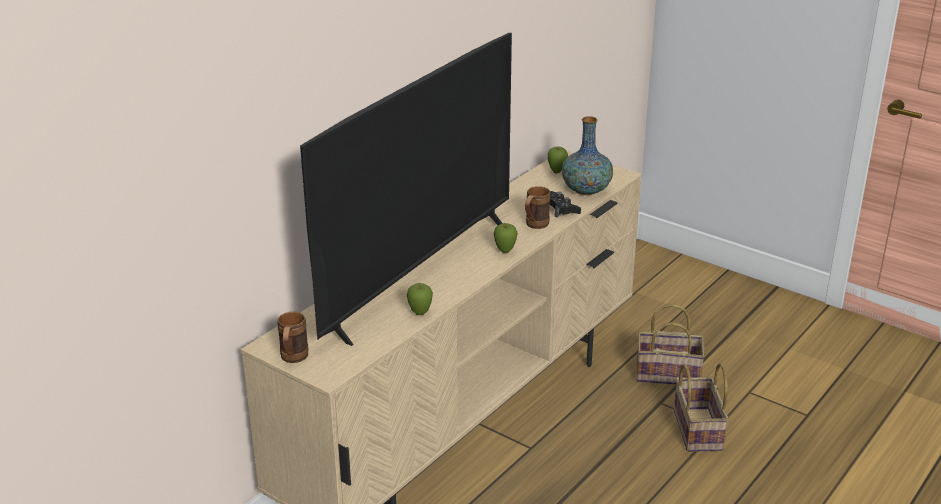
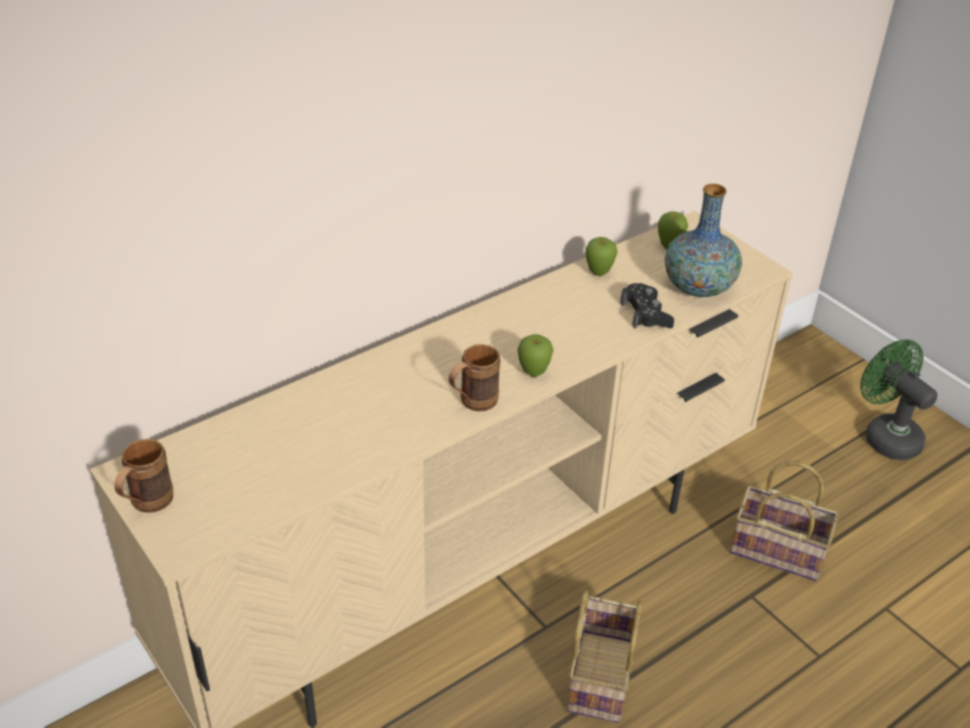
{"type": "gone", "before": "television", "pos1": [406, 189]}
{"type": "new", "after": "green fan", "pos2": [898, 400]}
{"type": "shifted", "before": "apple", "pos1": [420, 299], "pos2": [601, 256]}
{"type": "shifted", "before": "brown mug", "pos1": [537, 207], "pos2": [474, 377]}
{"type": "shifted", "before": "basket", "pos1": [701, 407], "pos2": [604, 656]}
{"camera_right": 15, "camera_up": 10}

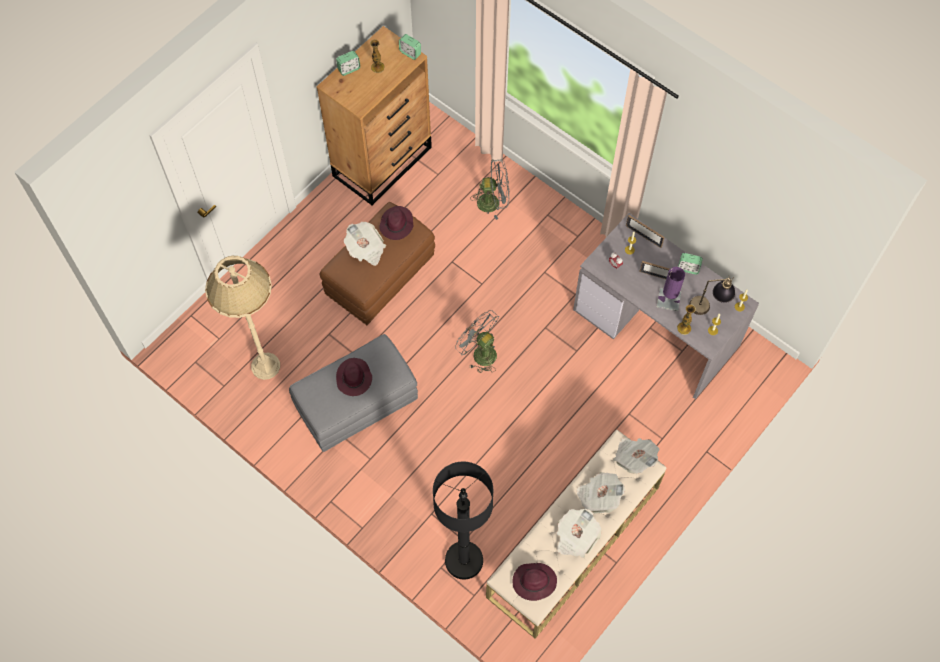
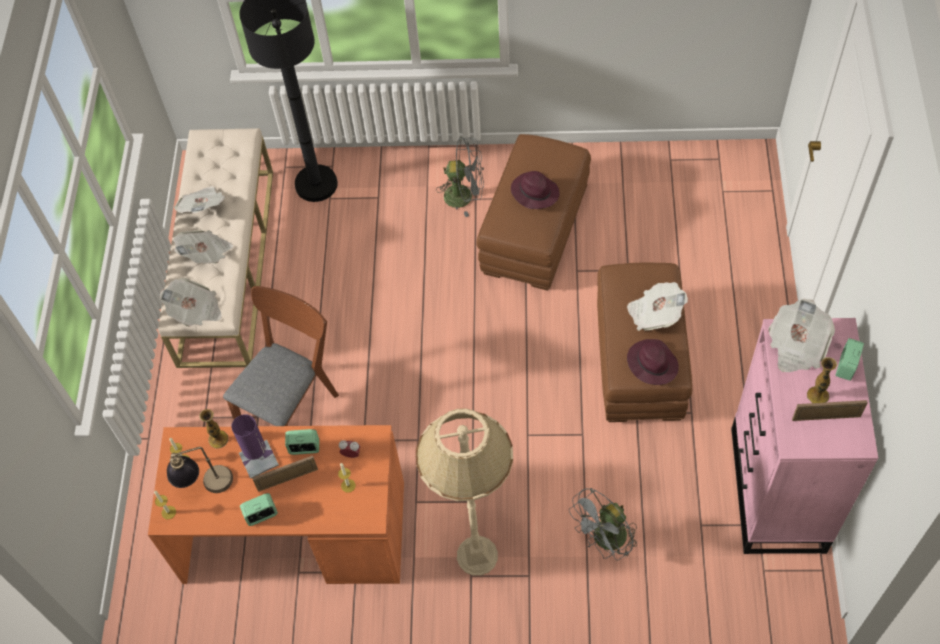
{"type": "gone", "before": "purple hat", "pos1": [535, 582]}
{"type": "new", "after": "brown chair", "pos2": [281, 356]}
{"type": "new", "after": "newspaper", "pos2": [801, 335]}
{"type": "shifted", "before": "beige floor lamp", "pos1": [242, 318], "pos2": [464, 492]}
{"type": "shifted", "before": "alarm clock", "pos1": [410, 47], "pos2": [302, 442]}
{"type": "shifted", "before": "grey fan", "pos1": [477, 341], "pos2": [460, 177]}
{"type": "shifted", "before": "picture frame", "pos1": [645, 231], "pos2": [830, 410]}
{"type": "repainted", "before": "grey ottoman", "after": "brown ottoman", "pos1": [353, 393], "pos2": [533, 212]}
{"type": "repainted", "before": "brown dresser", "after": "pink dresser", "pos1": [374, 115], "pos2": [804, 436]}
{"type": "repainted", "before": "grey desk", "after": "orange desk", "pos1": [666, 306], "pos2": [276, 504]}
{"camera_right": 145, "camera_up": -5}

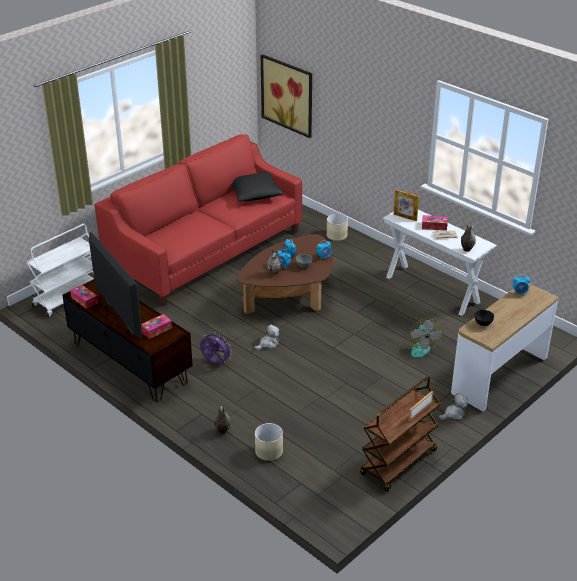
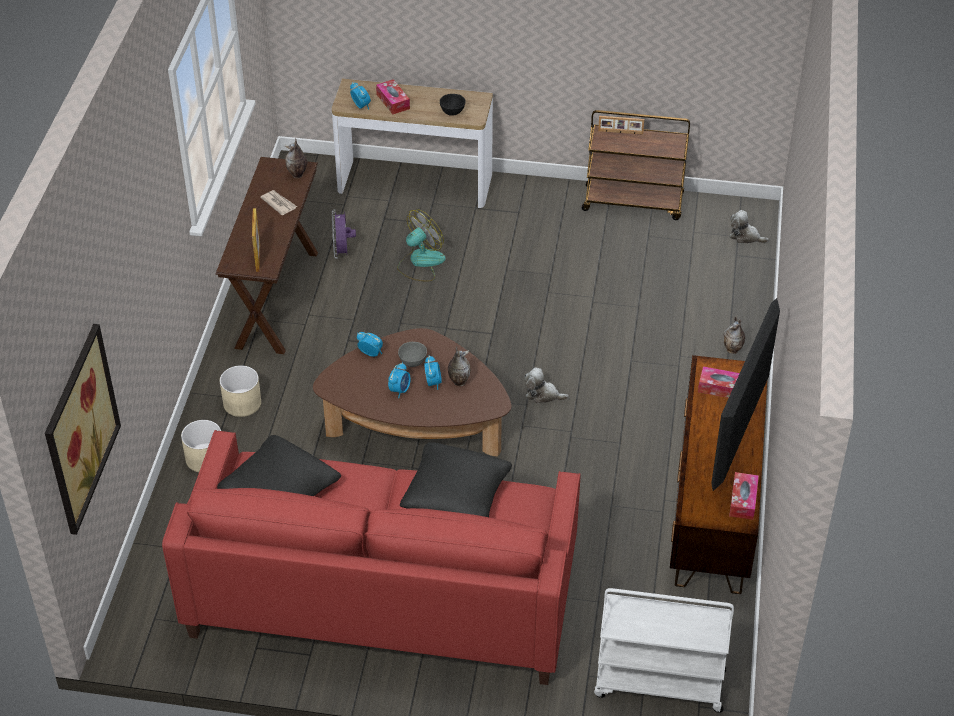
{"type": "new", "after": "black pillow", "pos2": [456, 479]}
{"type": "shifted", "before": "purple fan", "pos1": [216, 348], "pos2": [344, 234]}
{"type": "shifted", "before": "beige planter", "pos1": [269, 442], "pos2": [240, 391]}
{"type": "shifted", "before": "tissue box", "pos1": [435, 223], "pos2": [393, 96]}
{"type": "shifted", "before": "plush toy", "pos1": [453, 406], "pos2": [749, 226]}
{"type": "repainted", "before": "white console table", "after": "brown console table", "pos1": [439, 263], "pos2": [267, 255]}
{"camera_right": -125, "camera_up": 10}

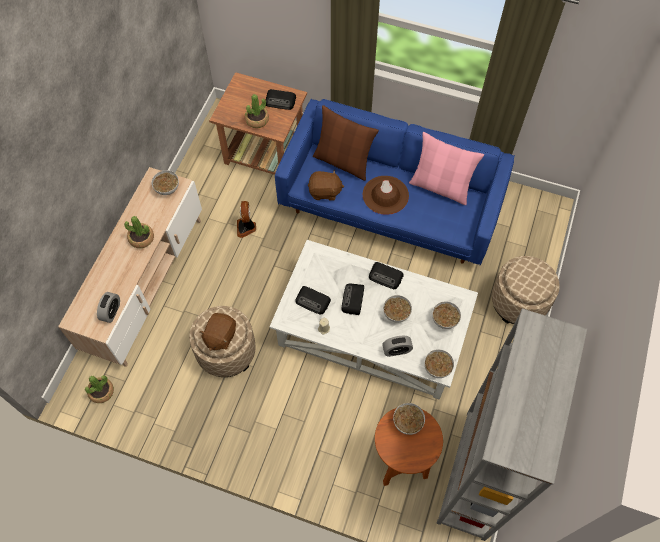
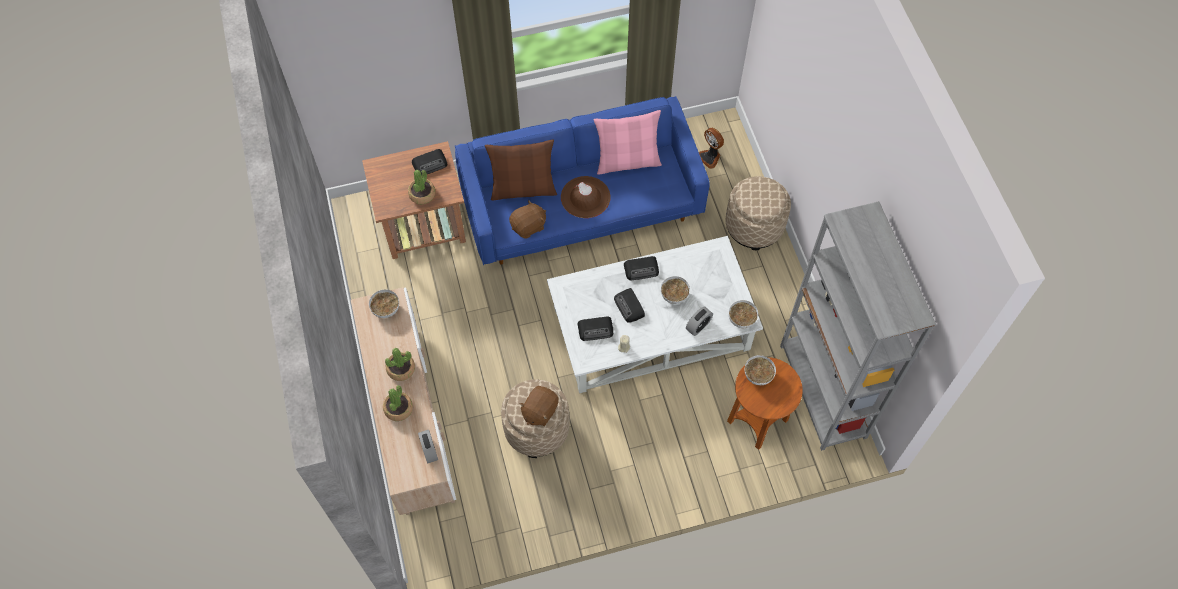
{"type": "gone", "before": "bowl", "pos1": [446, 315]}
{"type": "shifted", "before": "potted plant", "pos1": [99, 389], "pos2": [398, 403]}
{"type": "shifted", "before": "fan", "pos1": [246, 219], "pos2": [711, 148]}
{"type": "rotated", "before": "brown plush toy", "pos1": [218, 332], "pos2": [539, 406], "turn": 45}
{"camera_right": -35, "camera_up": 0}

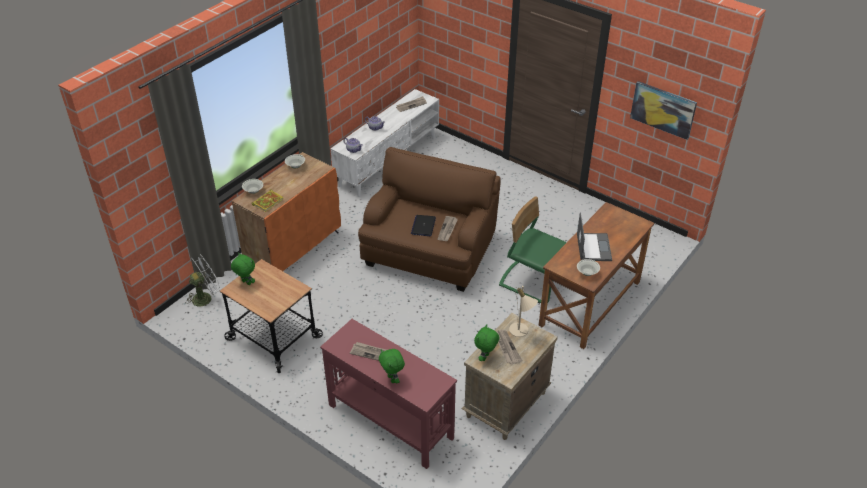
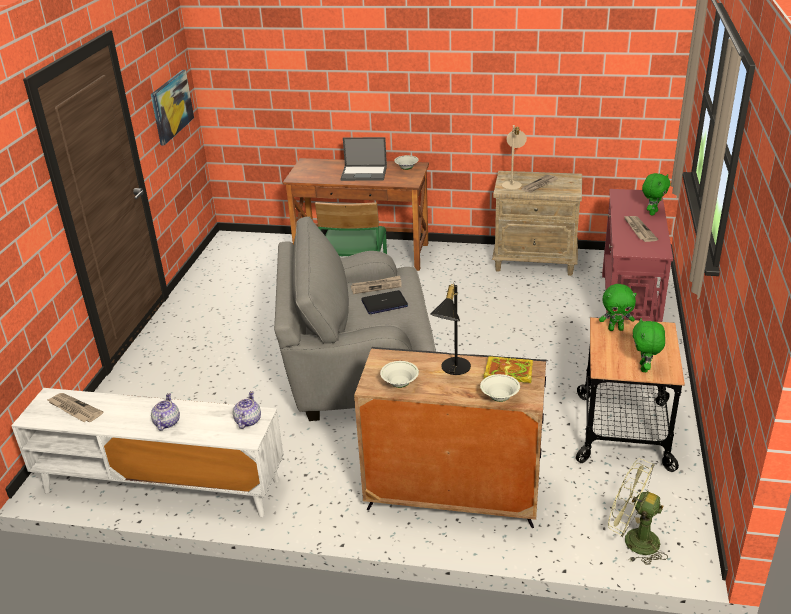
{"type": "new", "after": "black table lamp", "pos2": [451, 329]}
{"type": "shifted", "before": "green plush toy", "pos1": [486, 342], "pos2": [618, 307]}
{"type": "repainted", "before": "white fan", "after": "green fan", "pos1": [202, 282], "pos2": [638, 511]}
{"type": "repainted", "before": "orange cabinet", "after": "black cabinet", "pos1": [286, 211], "pos2": [450, 437]}
{"type": "repainted", "before": "brown armchair", "after": "grey armchair", "pos1": [429, 219], "pos2": [355, 319]}
{"type": "rotated", "before": "laptop", "pos1": [594, 236], "pos2": [364, 159], "turn": -150}
{"camera_right": -115, "camera_up": -10}

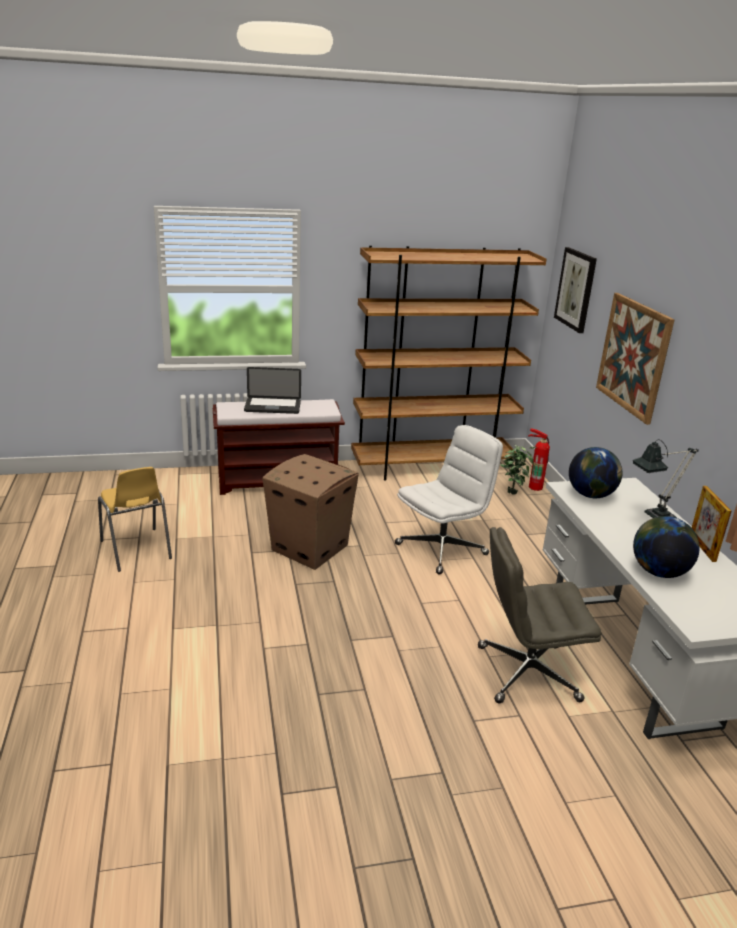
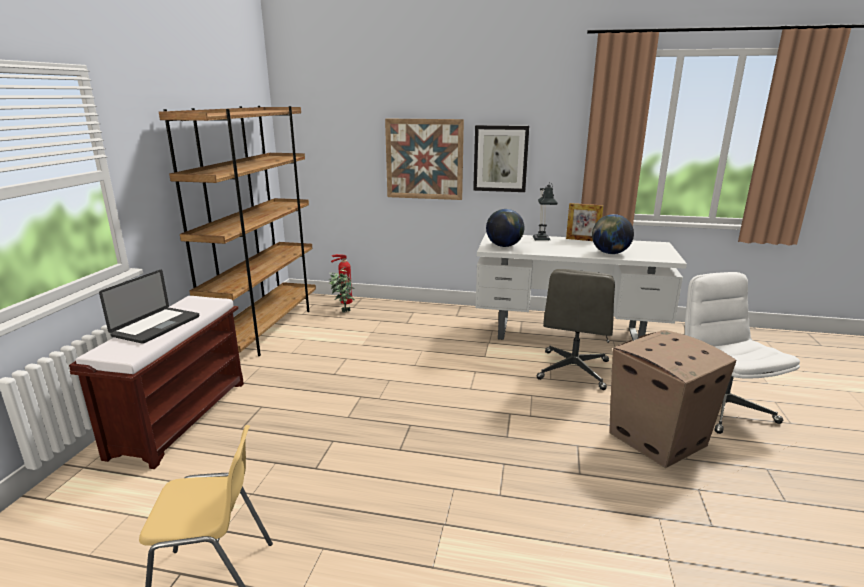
{"type": "shifted", "before": "cardboard box", "pos1": [310, 512], "pos2": [672, 399]}
{"type": "shifted", "before": "white office chair", "pos1": [449, 500], "pos2": [742, 353]}
{"type": "shifted", "before": "picture", "pos1": [575, 290], "pos2": [501, 158]}
{"camera_right": -65, "camera_up": -5}

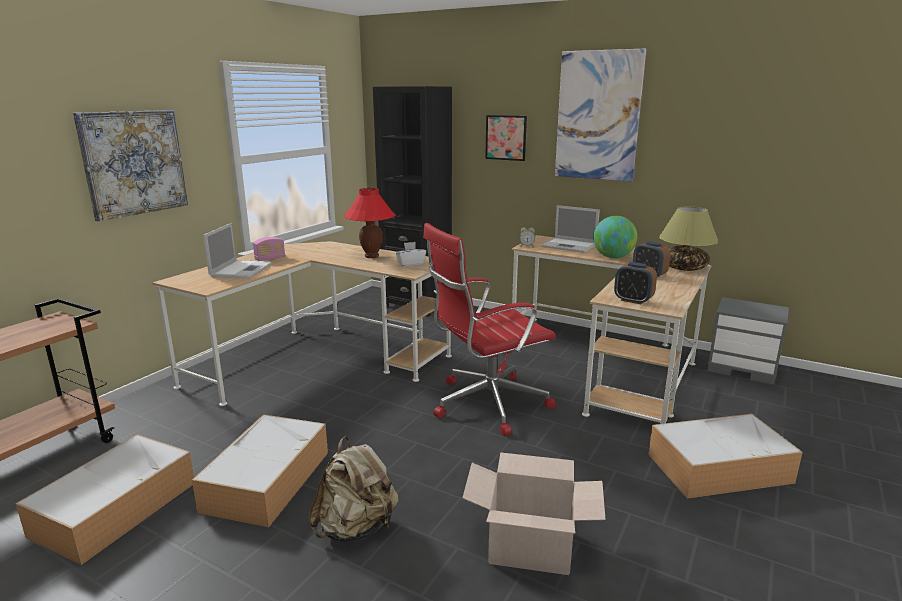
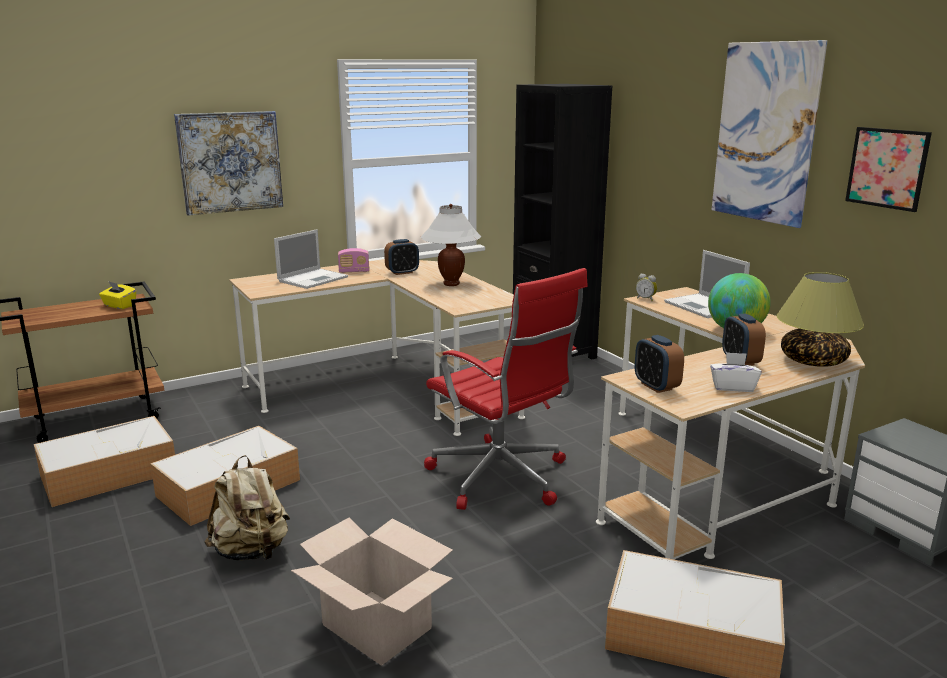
{"type": "new", "after": "yellow tissue box", "pos2": [117, 295]}
{"type": "new", "after": "alarm clock", "pos2": [401, 257]}
{"type": "shifted", "before": "white tissue box", "pos1": [410, 254], "pos2": [735, 372]}
{"type": "shifted", "before": "picture", "pos1": [506, 138], "pos2": [888, 169]}
{"type": "repainted", "before": "red table lamp", "after": "white table lamp", "pos1": [370, 222], "pos2": [451, 245]}
{"type": "rotated", "before": "red office chair", "pos1": [489, 329], "pos2": [506, 389], "turn": -135}
{"camera_right": 30, "camera_up": 0}

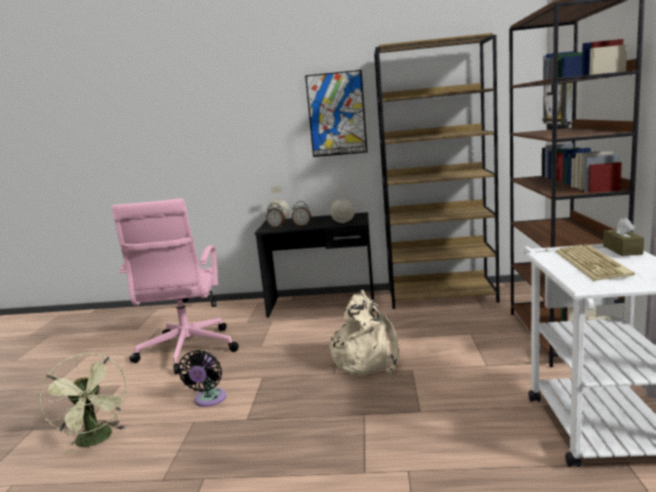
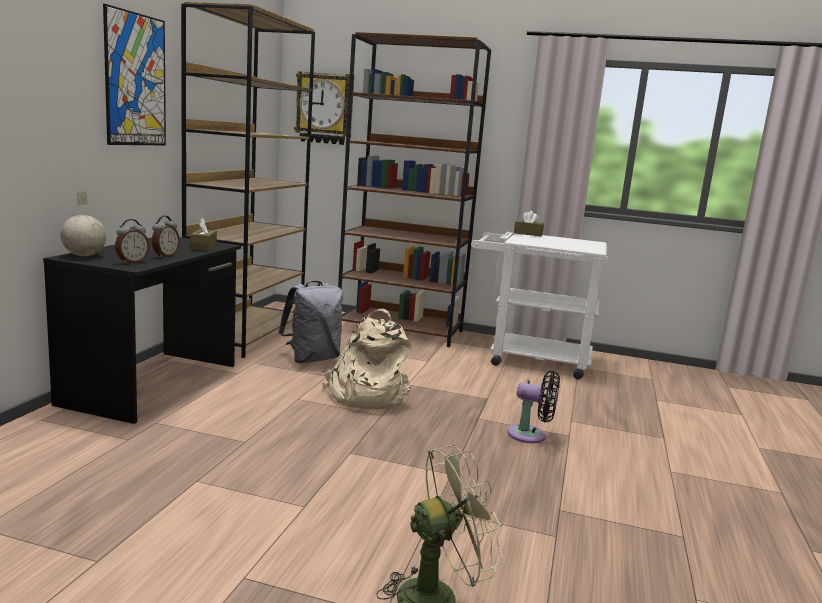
{"type": "gone", "before": "pink office chair", "pos1": [175, 286]}
{"type": "gone", "before": "keyboard", "pos1": [595, 263]}
{"type": "new", "after": "grey backpack", "pos2": [310, 322]}
{"type": "shifted", "before": "black fan", "pos1": [202, 378], "pos2": [534, 407]}
{"type": "swapped", "before": "globe", "after": "brown tissue box", "pos1": [342, 204], "pos2": [203, 234]}
{"camera_right": -80, "camera_up": 0}

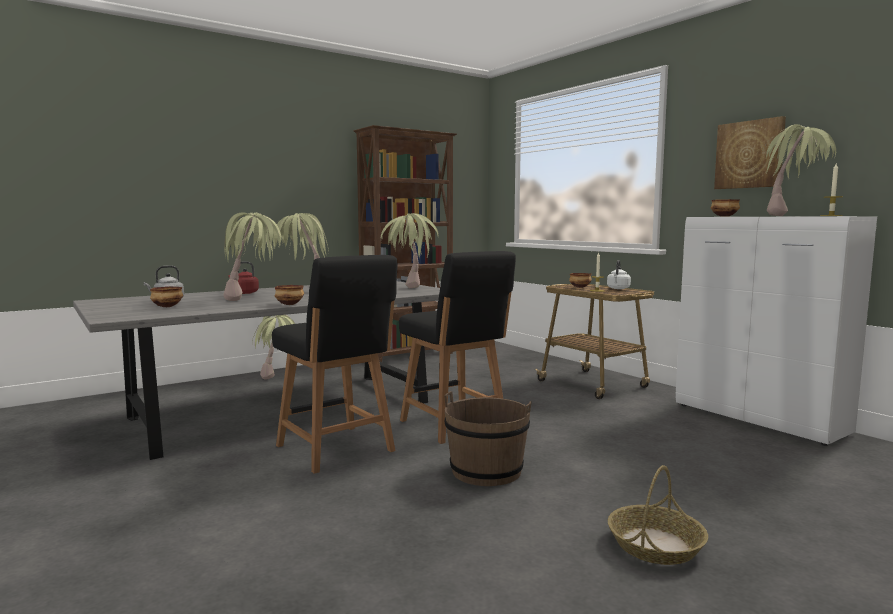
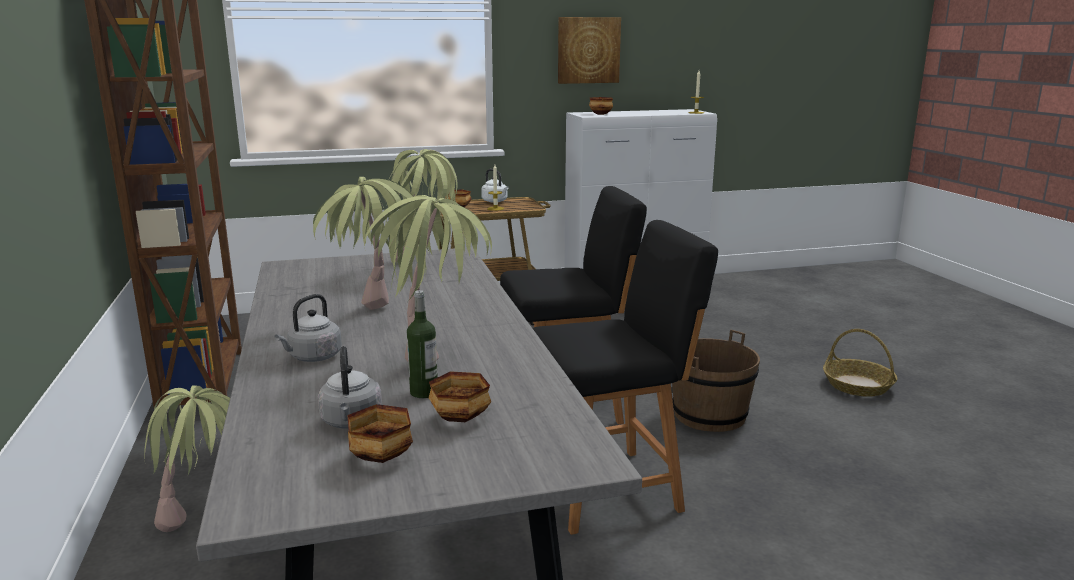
{"type": "gone", "before": "potted plant", "pos1": [799, 170]}
{"type": "new", "after": "bottle", "pos2": [422, 344]}
{"type": "shifted", "before": "bowl", "pos1": [289, 295], "pos2": [380, 433]}
{"type": "repainted", "before": "red kettle", "after": "grey kettle", "pos1": [243, 277], "pos2": [308, 328]}
{"camera_right": -70, "camera_up": 10}

